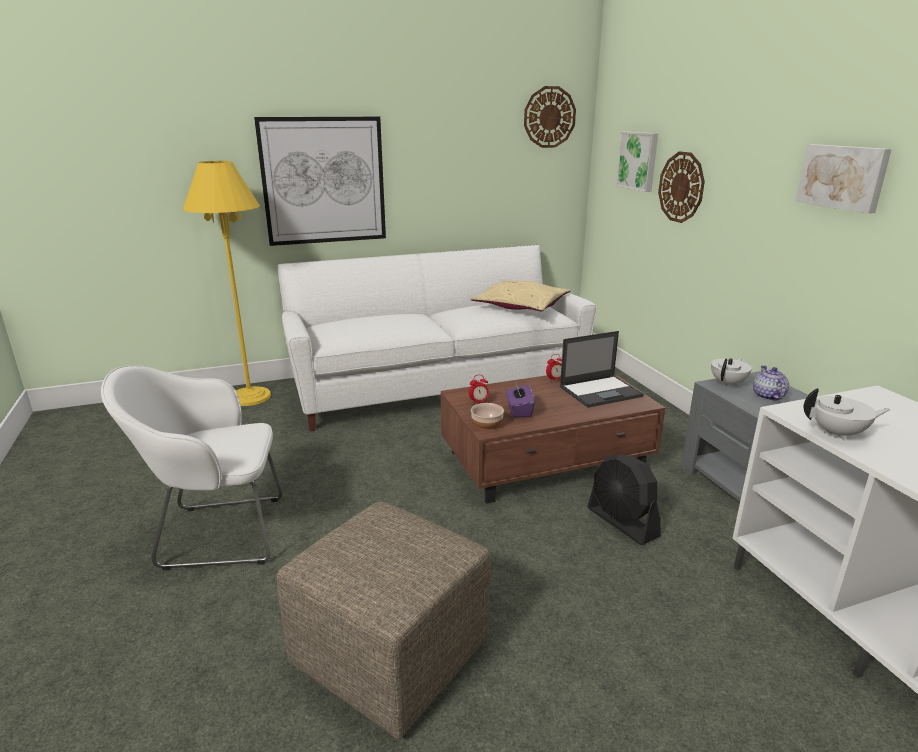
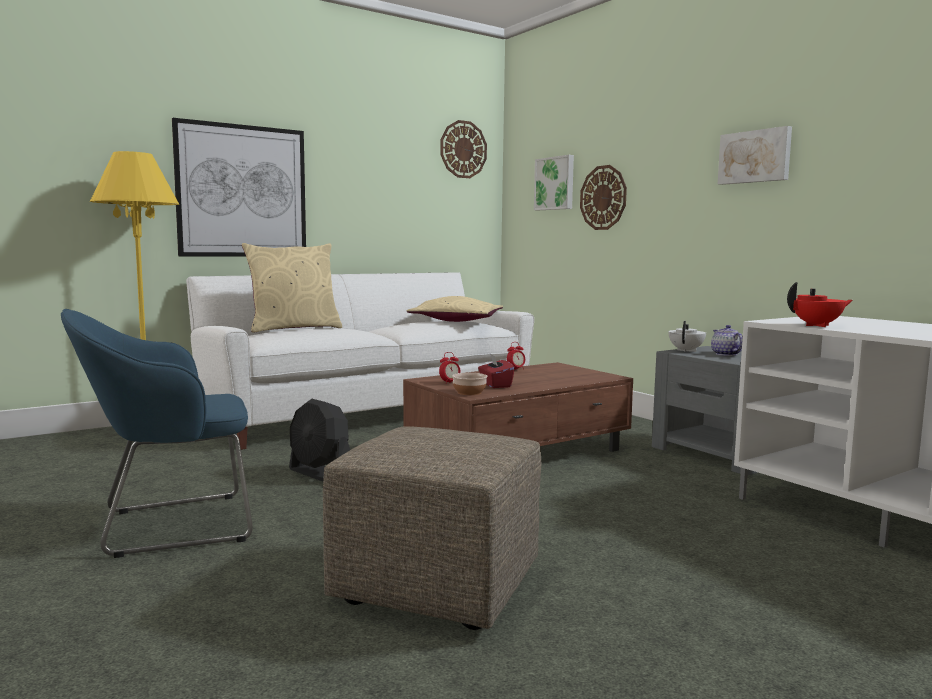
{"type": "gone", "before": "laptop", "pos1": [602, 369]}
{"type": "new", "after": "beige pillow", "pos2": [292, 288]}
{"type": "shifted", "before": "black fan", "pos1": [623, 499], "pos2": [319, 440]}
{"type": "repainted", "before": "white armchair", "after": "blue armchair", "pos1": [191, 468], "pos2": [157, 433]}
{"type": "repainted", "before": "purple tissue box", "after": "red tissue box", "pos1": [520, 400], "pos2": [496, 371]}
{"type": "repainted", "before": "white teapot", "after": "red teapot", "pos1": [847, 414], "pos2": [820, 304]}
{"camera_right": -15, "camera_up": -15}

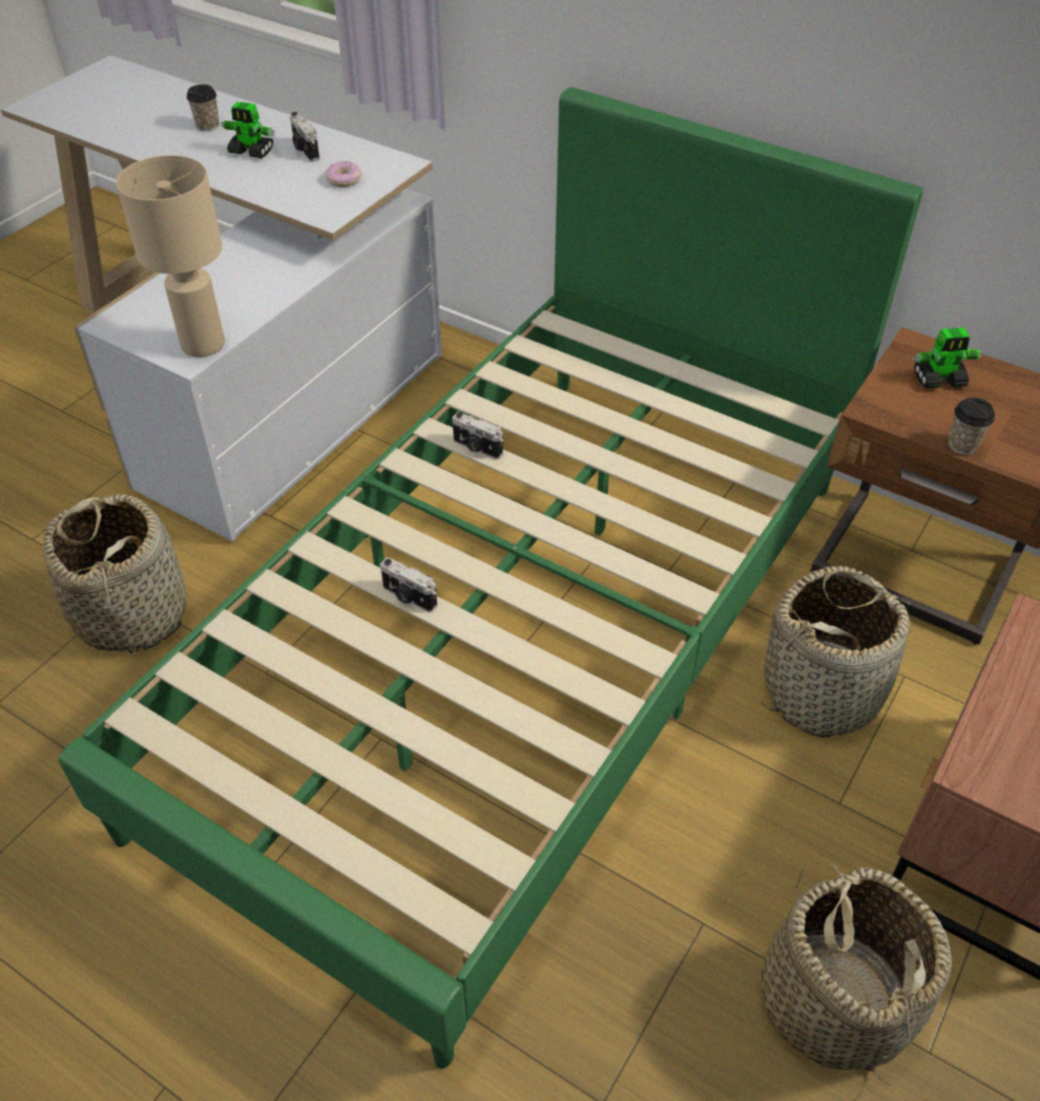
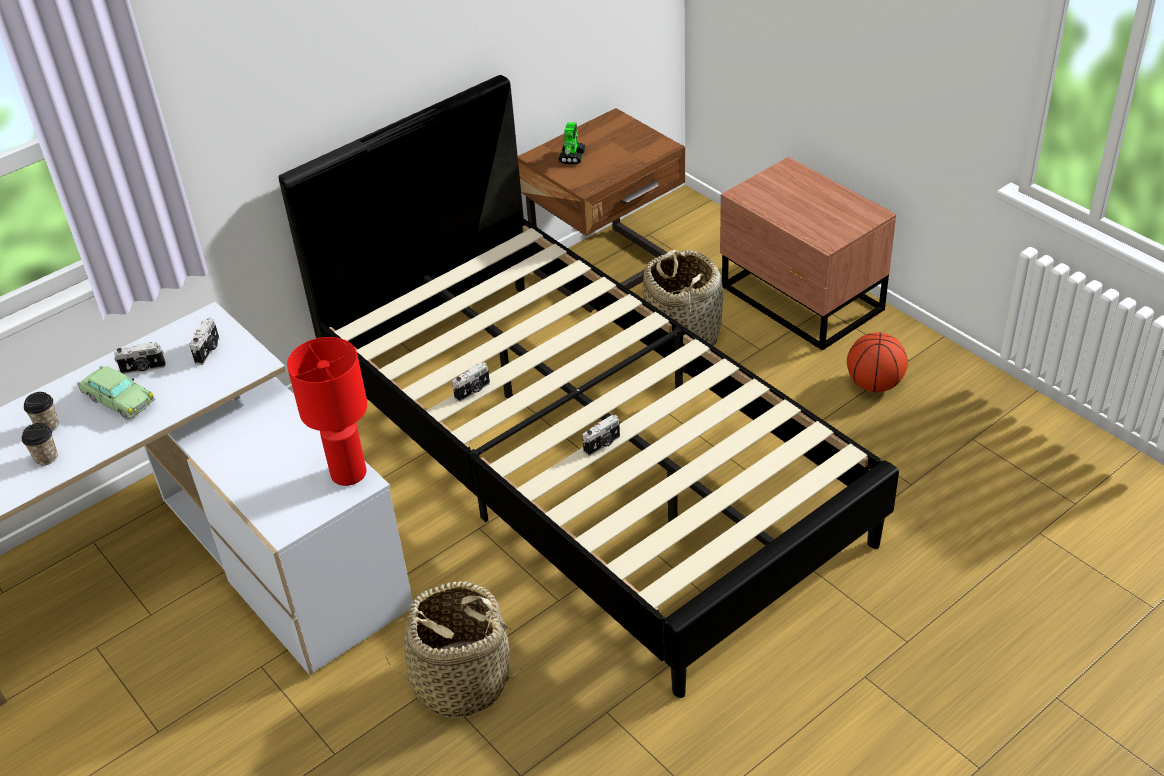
{"type": "shifted", "before": "cup", "pos1": [971, 426], "pos2": [40, 444]}
{"type": "swapped", "before": "toy robot", "after": "toy car", "pos1": [248, 130], "pos2": [116, 393]}
{"type": "swapped", "before": "donut", "after": "photo camera", "pos1": [343, 174], "pos2": [204, 341]}
{"type": "swapped", "before": "basket", "after": "basketball", "pos1": [856, 971], "pos2": [877, 362]}
{"type": "repainted", "before": "green bed", "after": "black bed", "pos1": [491, 578], "pos2": [588, 386]}
{"type": "repainted", "before": "beige table lamp", "after": "red table lamp", "pos1": [170, 256], "pos2": [327, 411]}
{"camera_right": -70, "camera_up": -5}

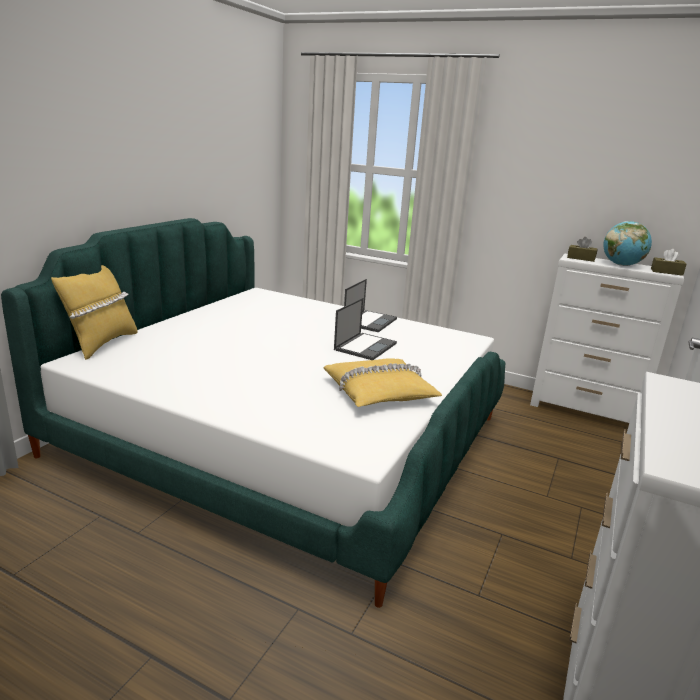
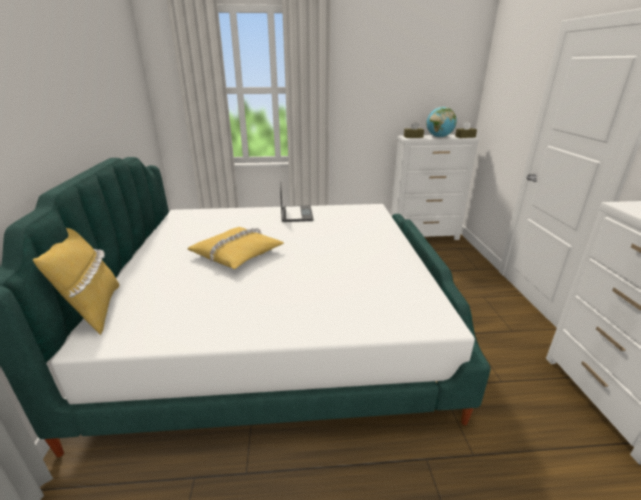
{"type": "gone", "before": "laptop", "pos1": [365, 329]}
{"type": "shifted", "before": "yellow pillow", "pos1": [383, 382], "pos2": [236, 248]}
{"camera_right": -30, "camera_up": 5}

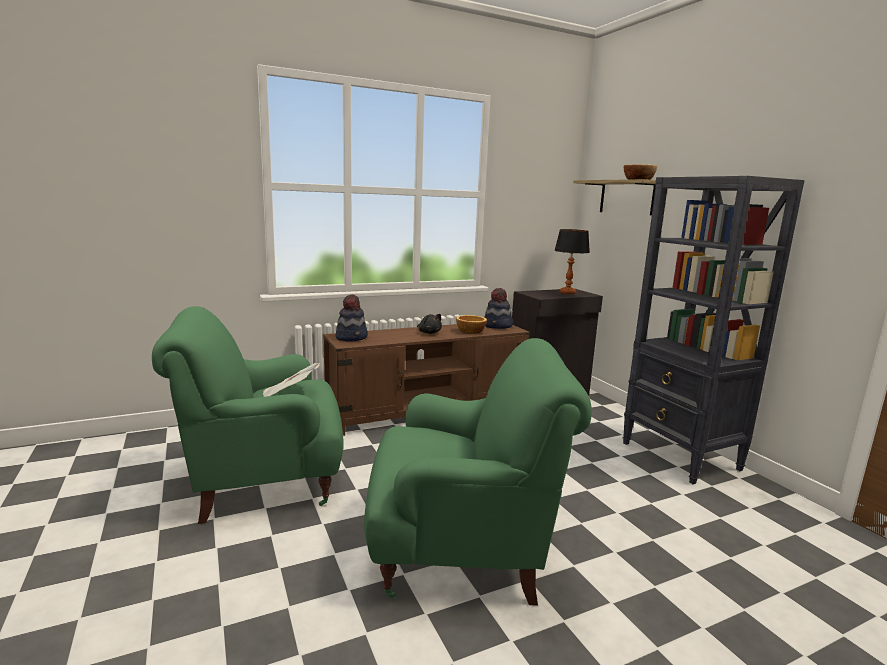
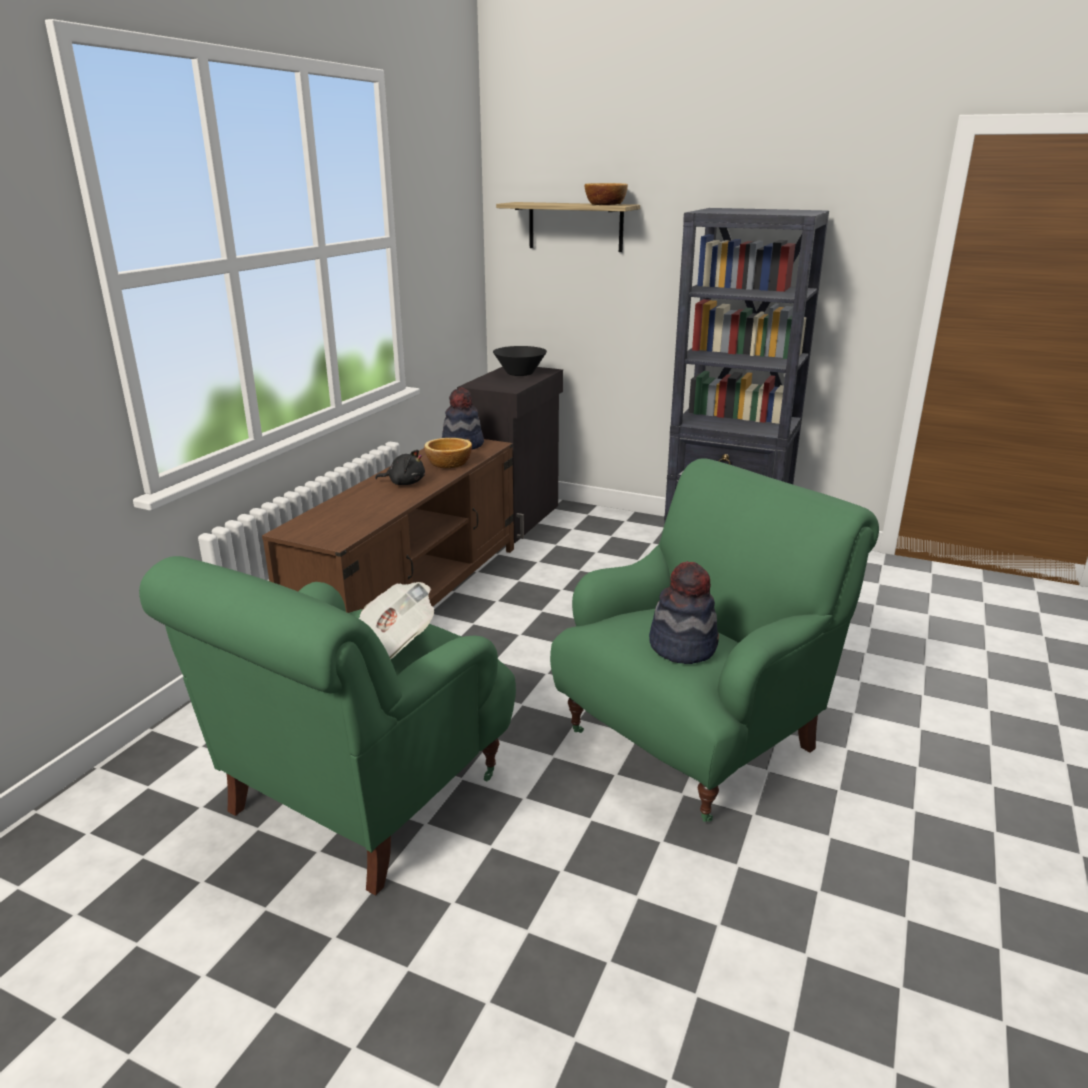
{"type": "shifted", "before": "hat", "pos1": [352, 318], "pos2": [684, 612]}
{"type": "swapped", "before": "table lamp", "after": "black bowl", "pos1": [572, 261], "pos2": [520, 361]}
{"camera_right": -40, "camera_up": 10}

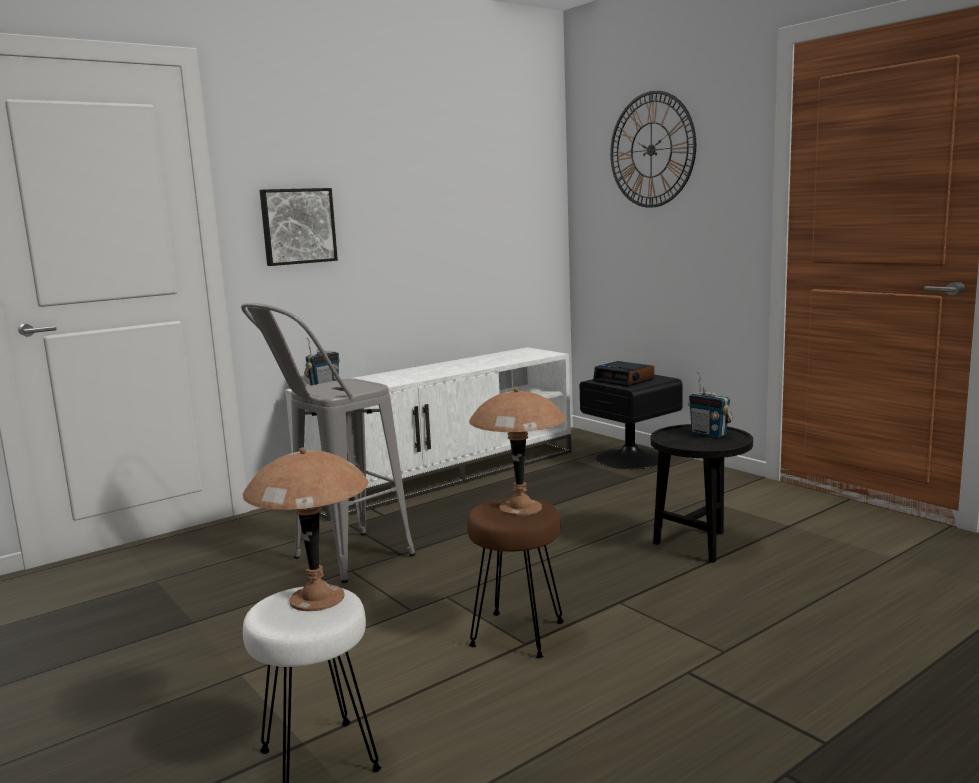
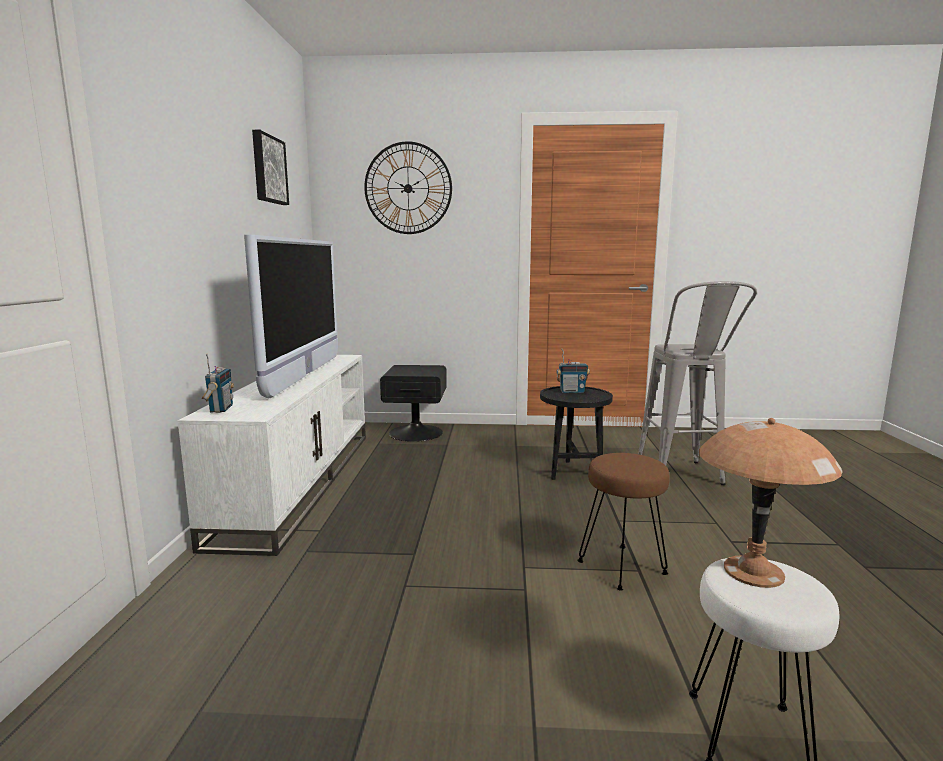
{"type": "gone", "before": "brown table lamp", "pos1": [517, 451]}
{"type": "gone", "before": "alarm clock", "pos1": [623, 373]}
{"type": "new", "after": "television", "pos2": [291, 317]}
{"type": "shifted", "before": "grey stool", "pos1": [328, 443], "pos2": [697, 383]}
{"type": "shifted", "before": "picture", "pos1": [299, 227], "pos2": [270, 167]}
{"camera_right": -50, "camera_up": 0}

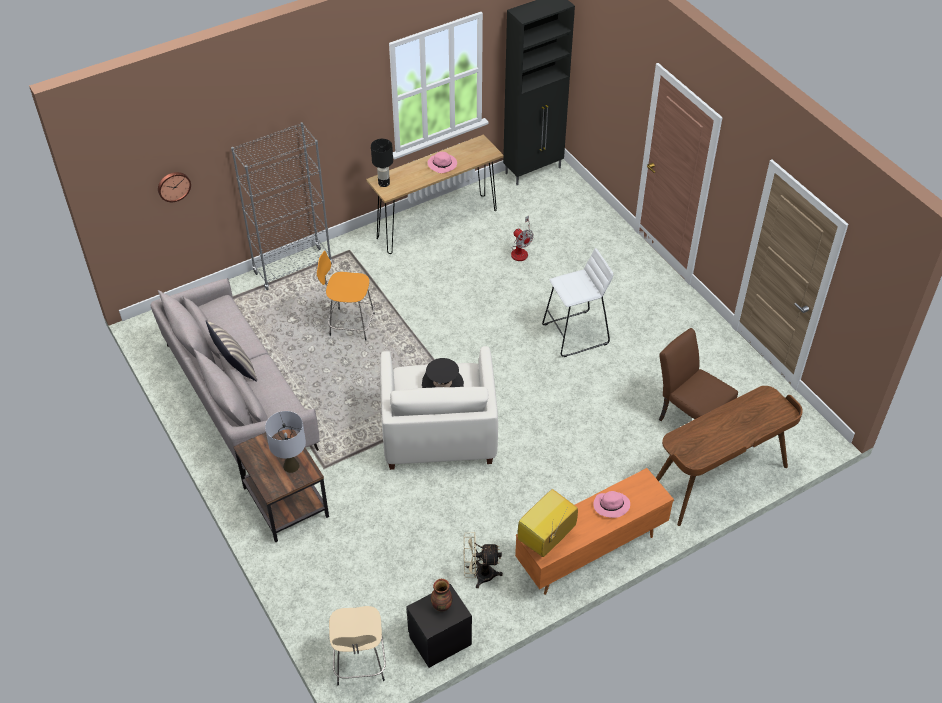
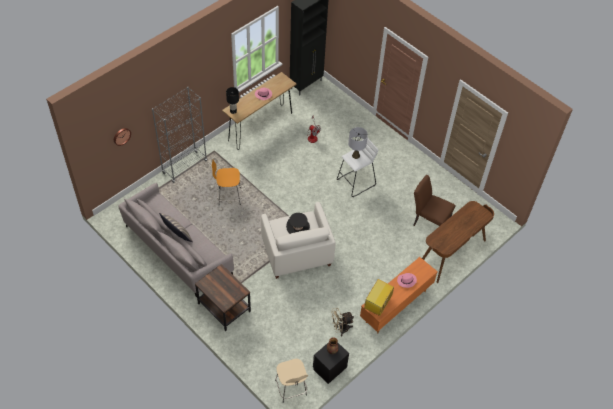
{"type": "shifted", "before": "grey table lamp", "pos1": [285, 442], "pos2": [358, 143]}
{"camera_right": -15, "camera_up": 5}

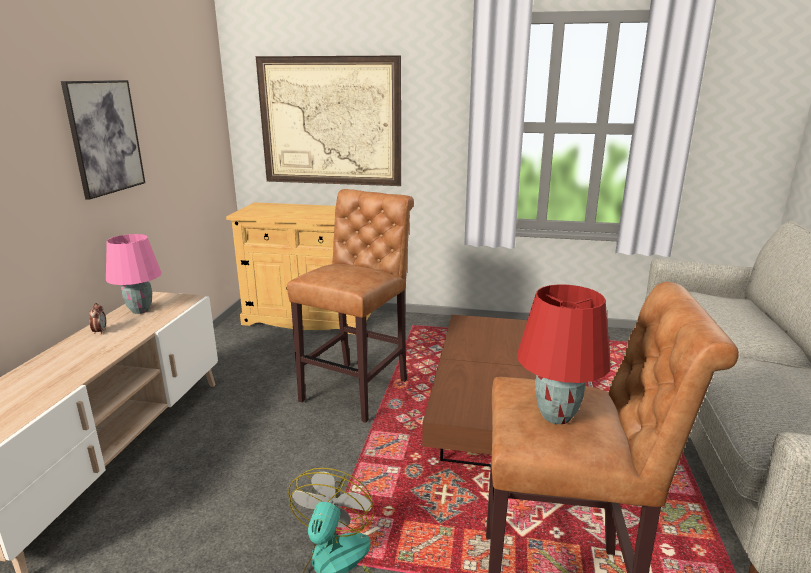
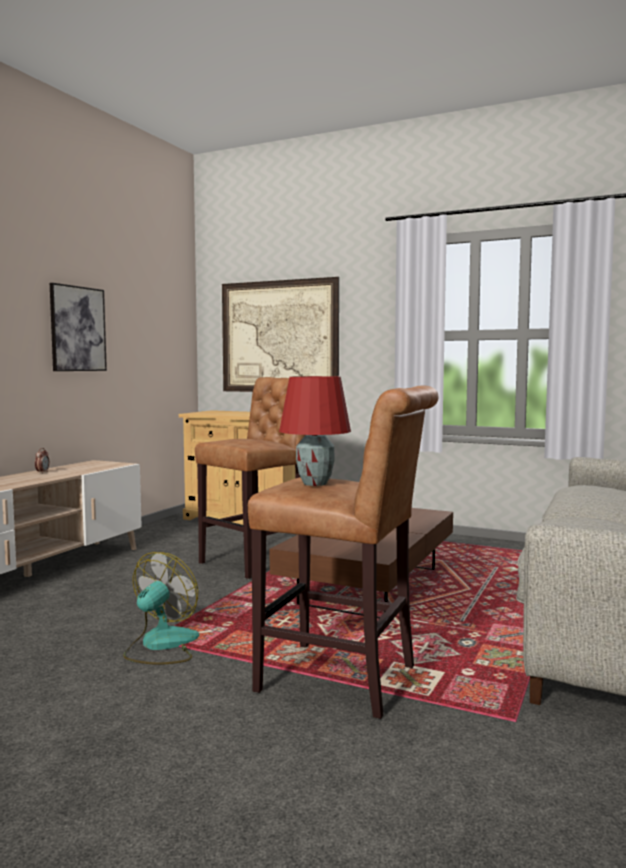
{"type": "gone", "before": "pink table lamp", "pos1": [134, 274]}
{"camera_right": 15, "camera_up": -15}

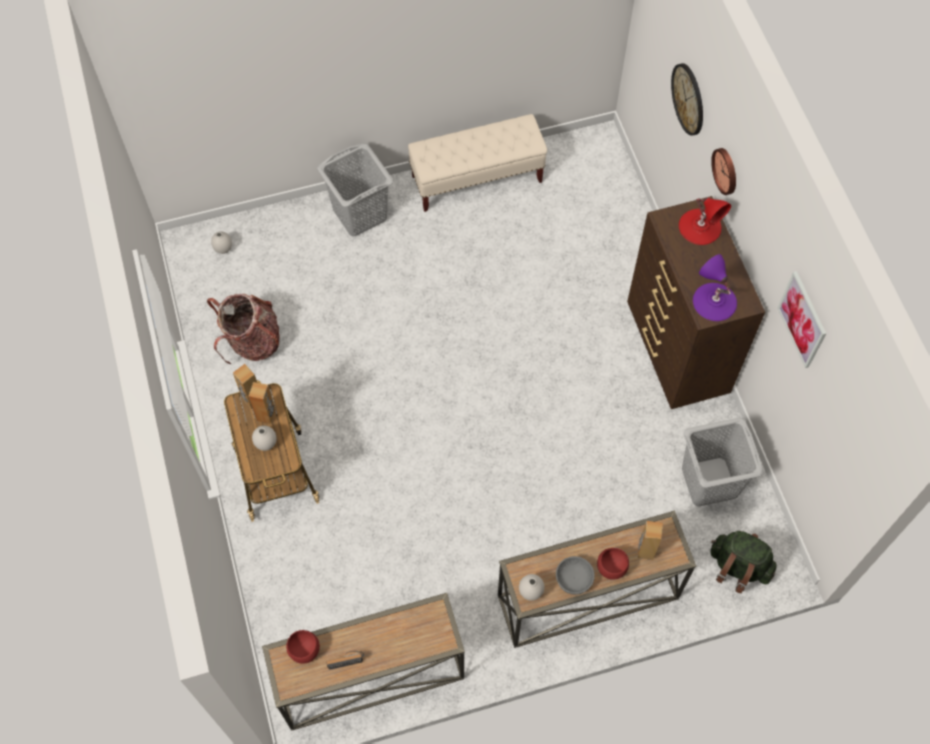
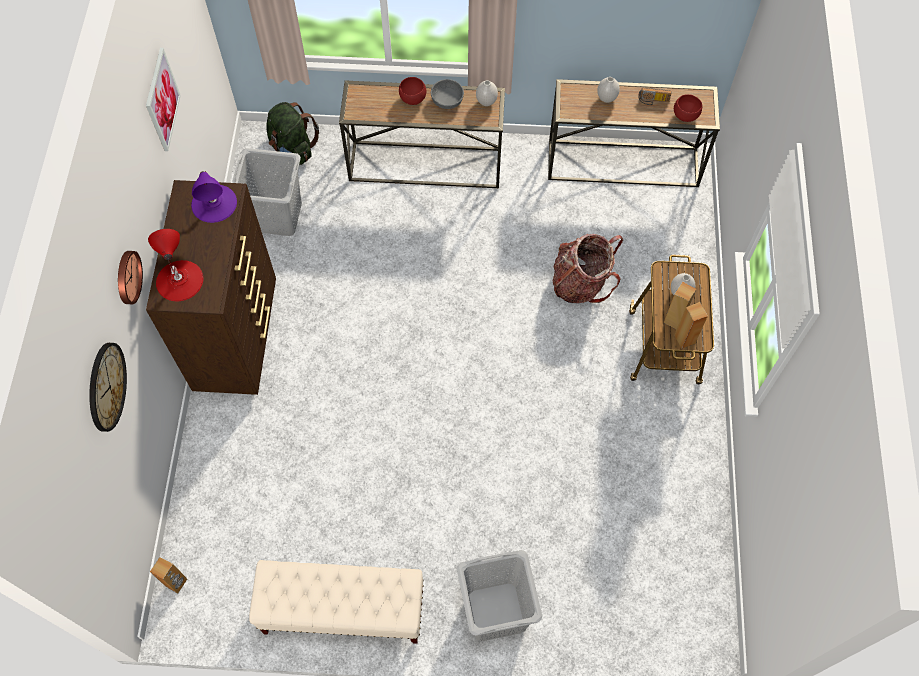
{"type": "shifted", "before": "backpack", "pos1": [243, 329], "pos2": [587, 268]}
{"type": "shifted", "before": "white vase", "pos1": [221, 242], "pos2": [608, 90]}
{"type": "shifted", "before": "brown speaker", "pos1": [650, 540], "pos2": [168, 575]}
{"camera_right": -160, "camera_up": 0}

